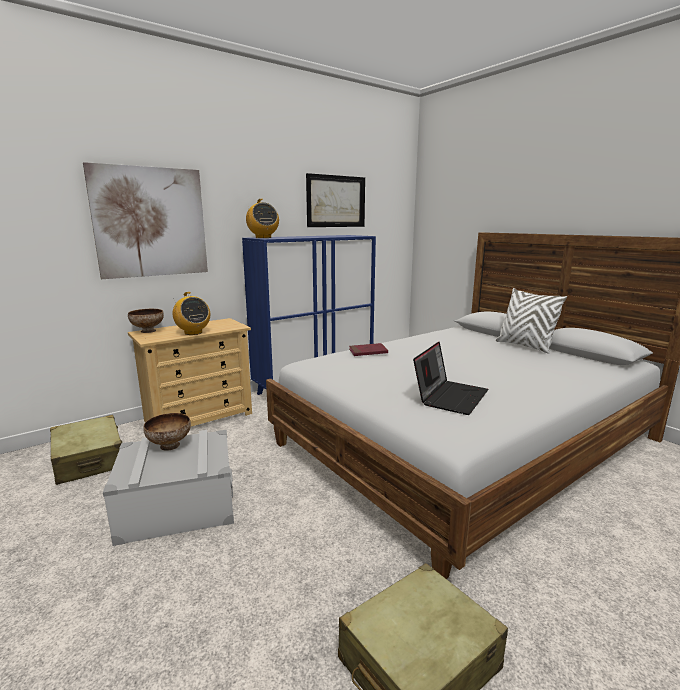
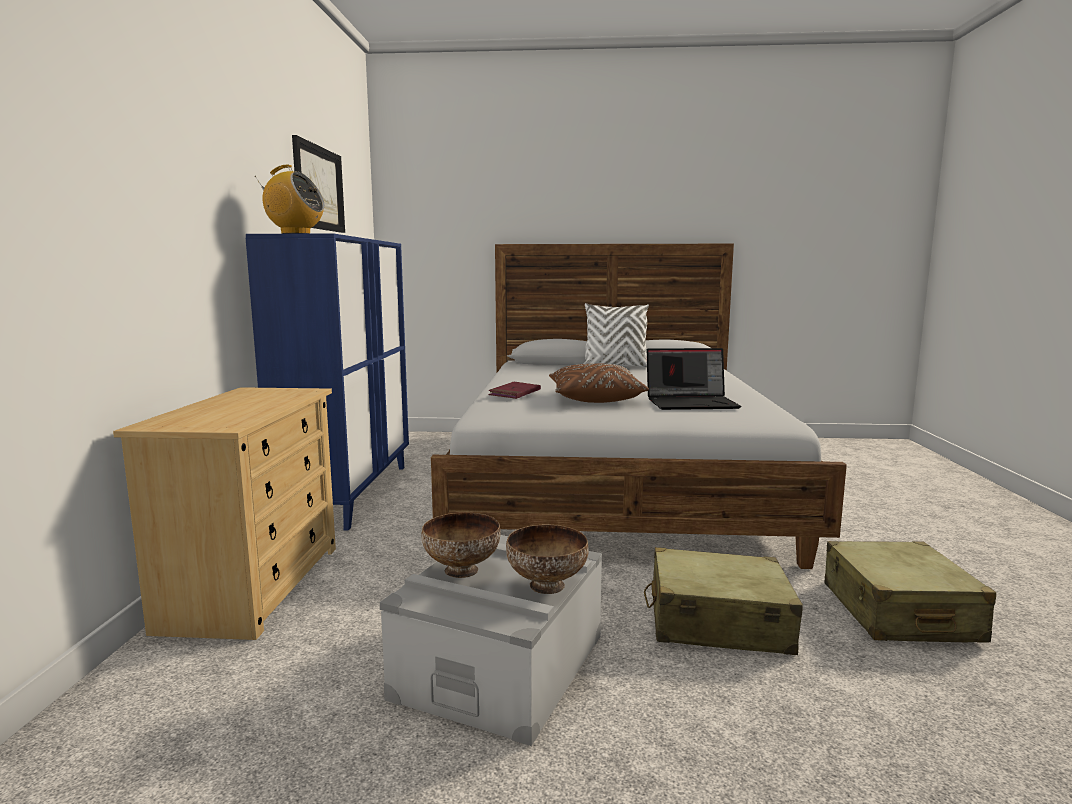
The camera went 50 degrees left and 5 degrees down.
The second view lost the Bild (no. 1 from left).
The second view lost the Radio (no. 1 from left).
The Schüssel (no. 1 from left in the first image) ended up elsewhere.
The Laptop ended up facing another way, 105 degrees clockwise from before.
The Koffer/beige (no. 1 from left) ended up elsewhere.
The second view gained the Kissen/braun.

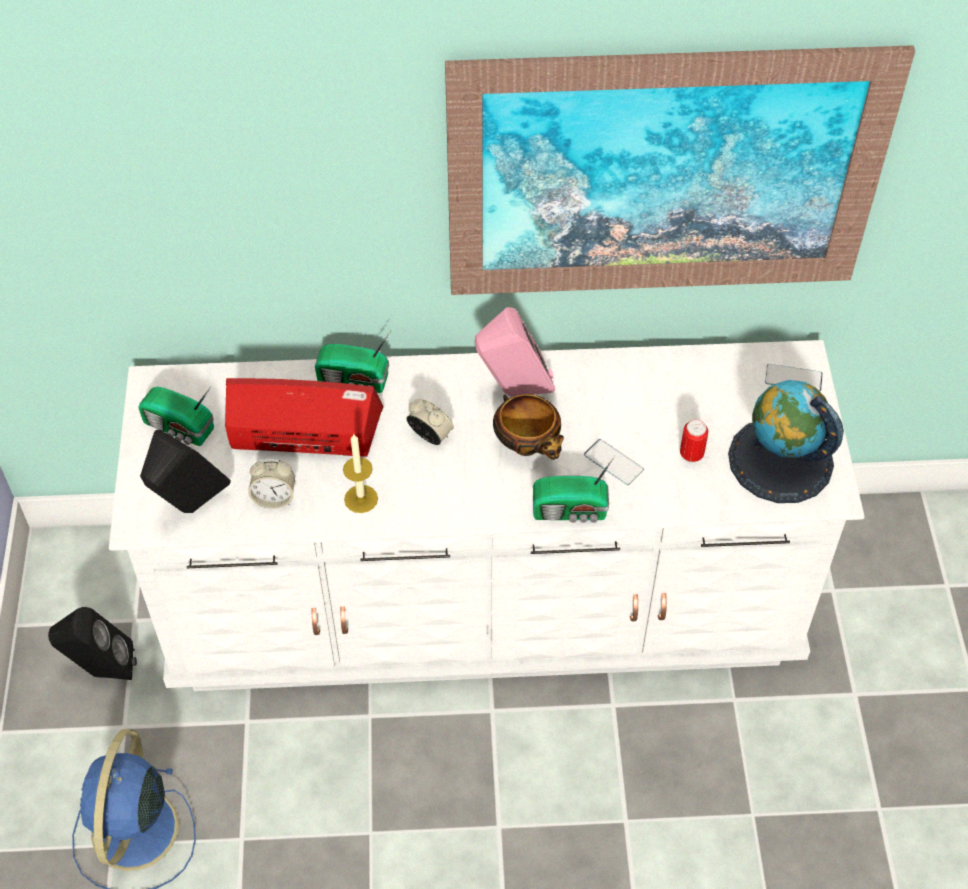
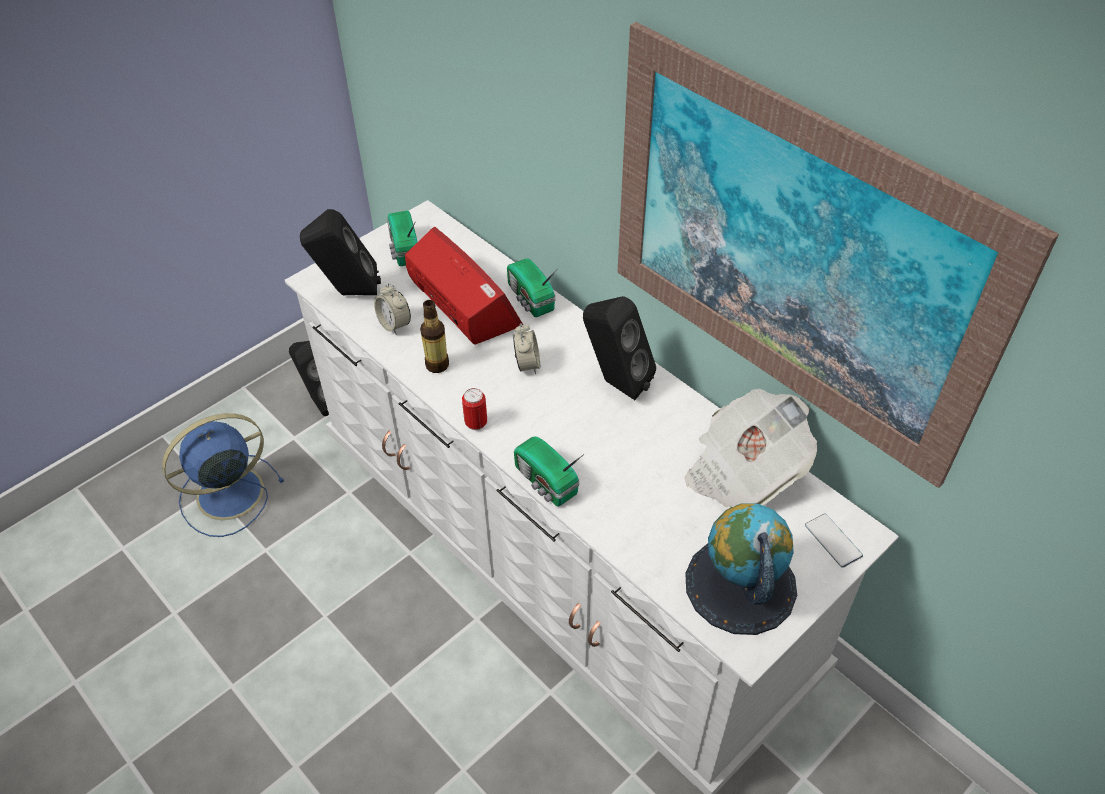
The camera went 50 degrees right and 5 degrees down.
What was the Lautsprecher/rosa turned into the Lautsprecher/schwarz (no. 3 from left).
The second view lost the Schüssel.
The Dose ended up elsewhere.
Where the Kerze stood, the Flasche came to stand.
The second view lost the Handy (no. 1 from left).
The second view gained the Zeitung.

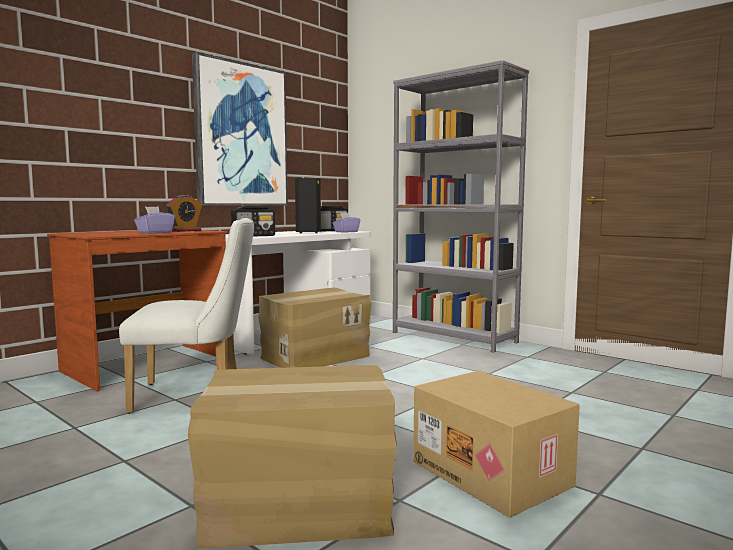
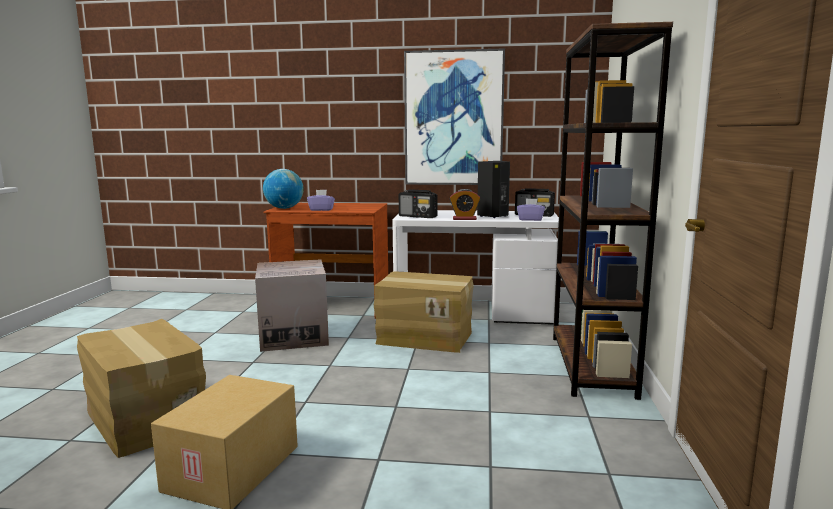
The camera went 55 degrees right and 5 degrees up.
What was the Bücherregal/grau turned into the Bücherregal/braun.
The Wecker ended up elsewhere.
Where the Stuhl/weiß stood, the Karton (no. 3 from left) came to stand.
The second view gained the Globus.

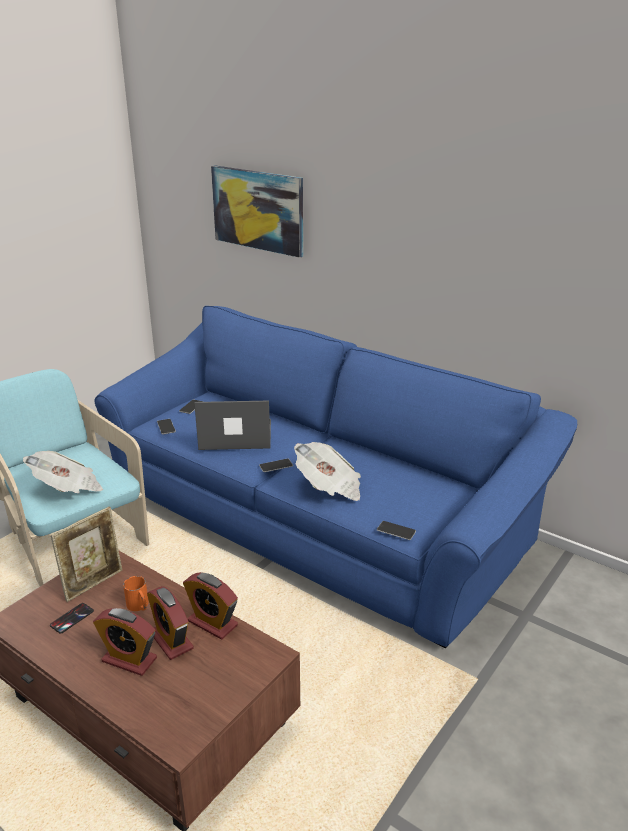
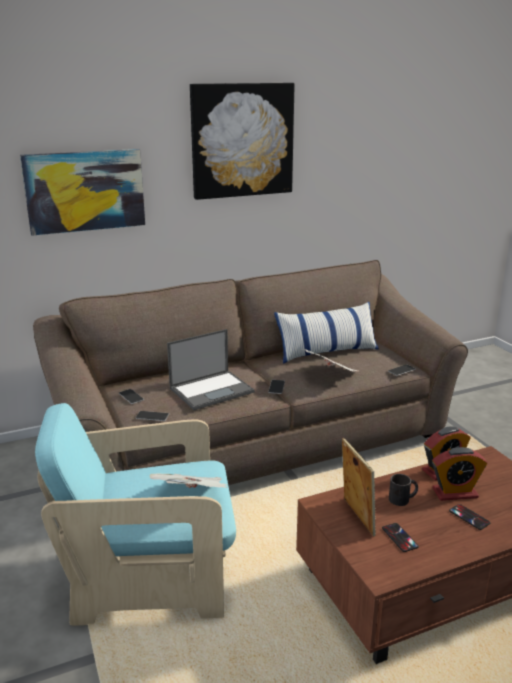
The camera went 60 degrees left and 5 degrees down.
What was the Sofa/blau turned into the Sofa/braun.
The Laptop ended up facing another way, 150 degrees counterclockwise from before.
What was the Henkelbecher/orange turned into the Henkelbecher/schwarz.
Where the Wecker (no. 1 from left) stood, the Handy (no. 6 from left) came to stand.
The second view gained the Bild (no. 2 from left).
The second view gained the Kissen.

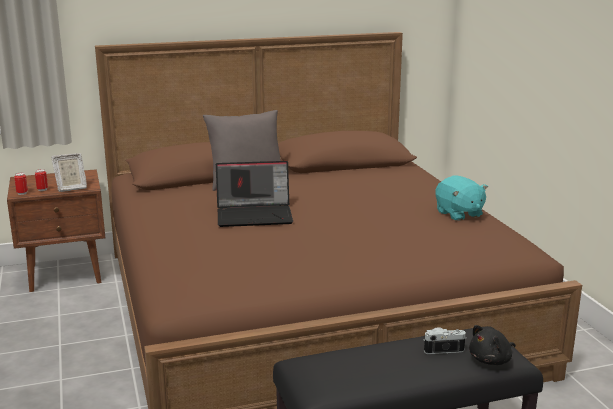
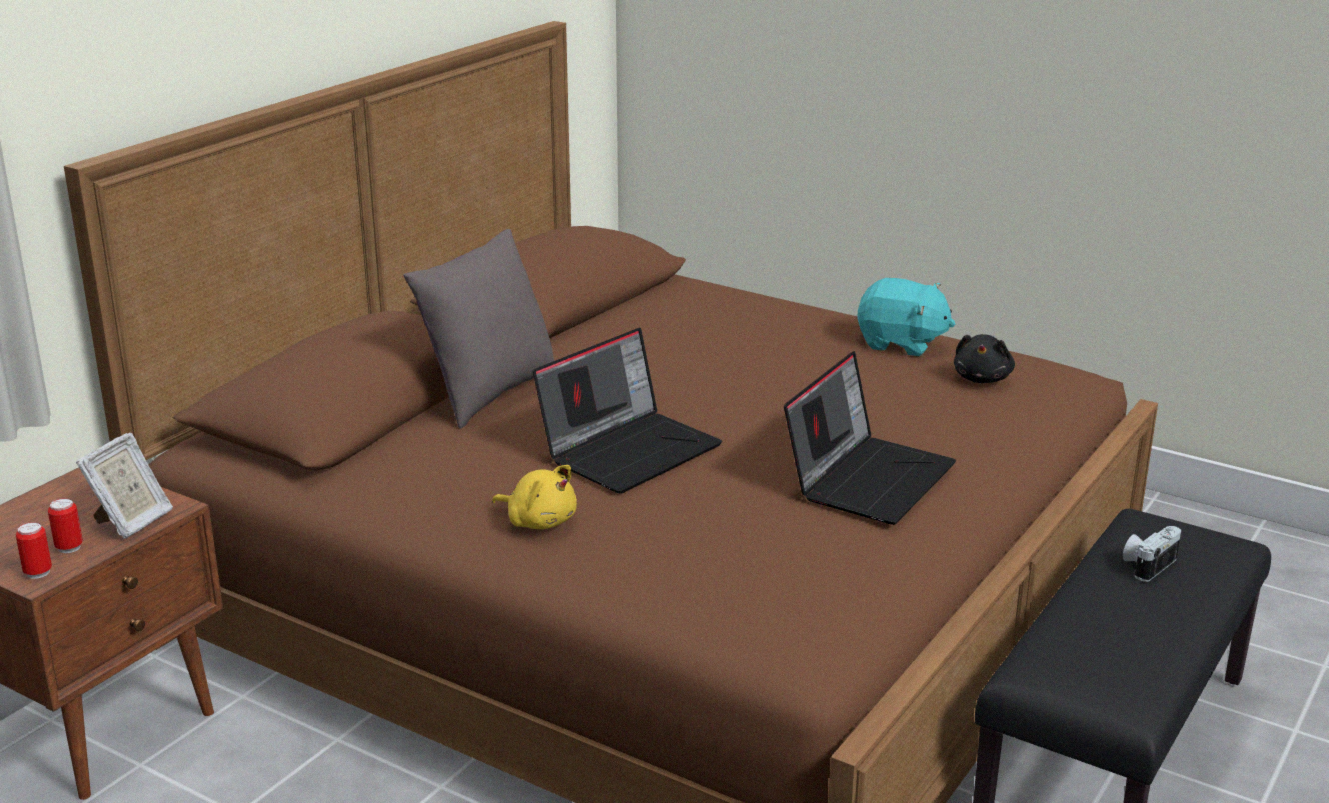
The camera went 40 degrees left and 5 degrees up.
The Plüschtier/schwarz ended up elsewhere.
The second view gained the Laptop (no. 2 from left).
The second view gained the Plüschtier/gelb.

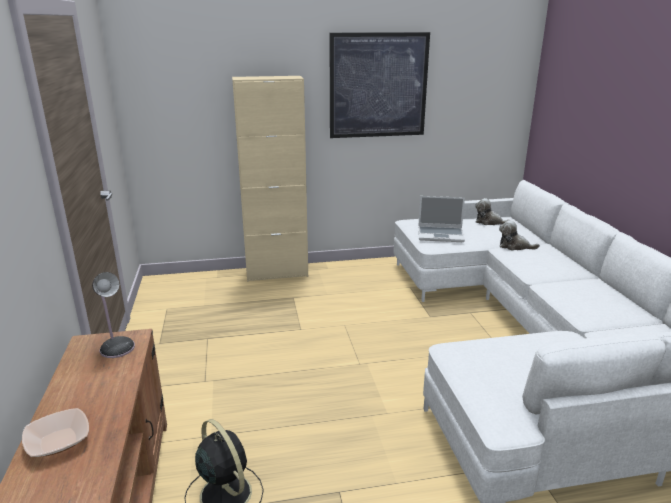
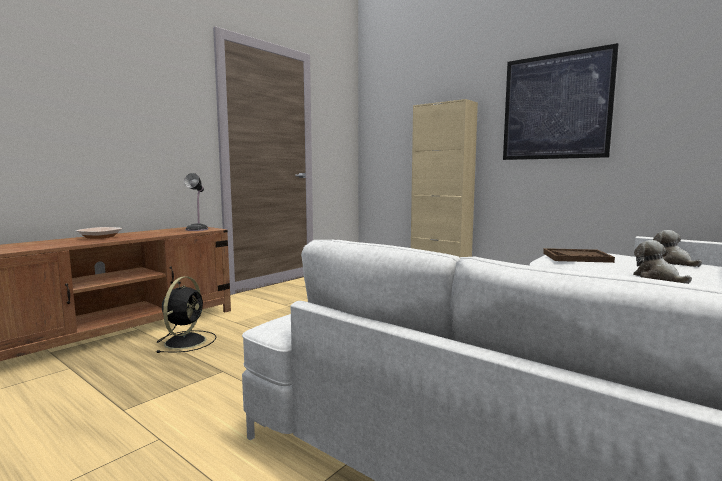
The camera went 50 degrees right and 15 degrees down.
Where the Laptop stood, the Tablett/braun came to stand.

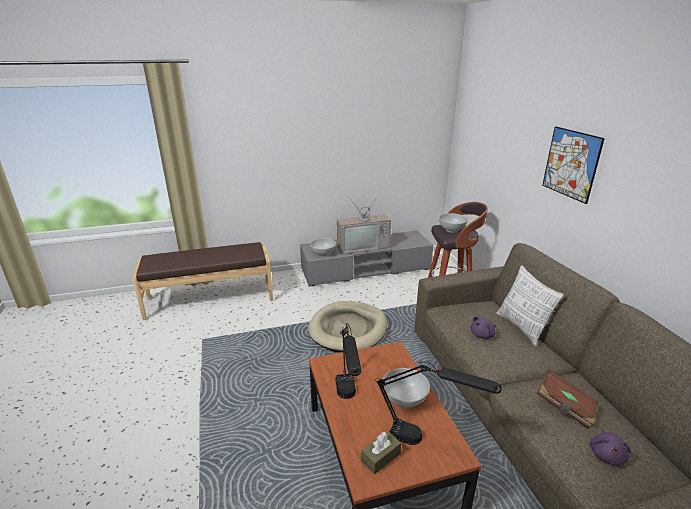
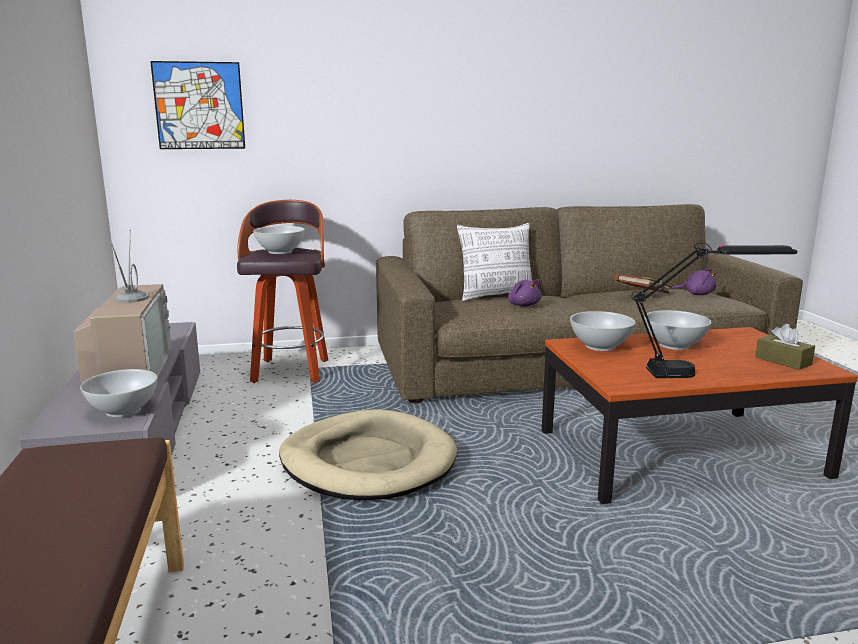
The camera went 85 degrees left and 10 degrees down.
The Bild ended up elsewhere.
The second view lost the Tischlampe/schwarz (no. 2 from left).
The second view gained the Schüssel/weiß (no. 3 from left).

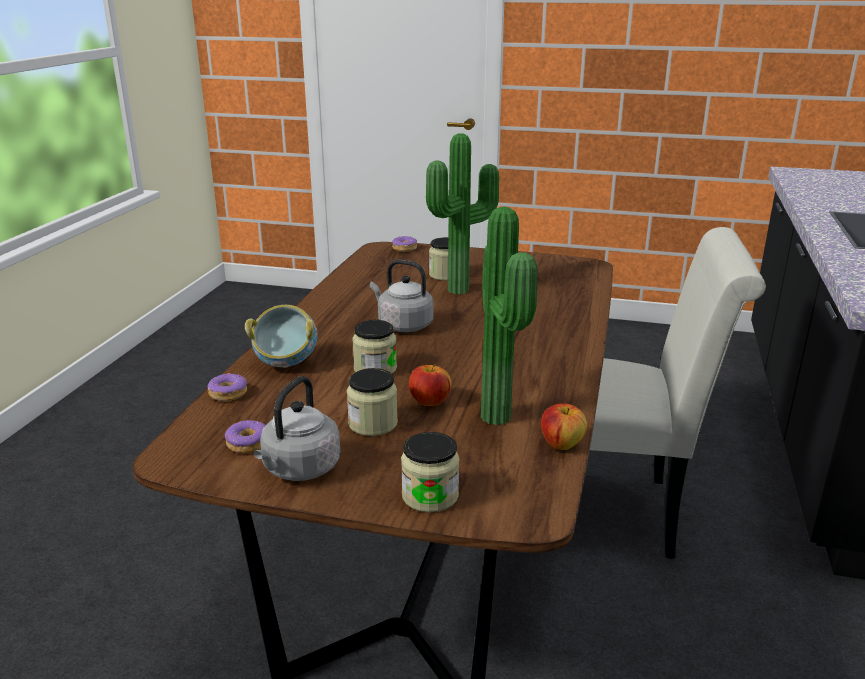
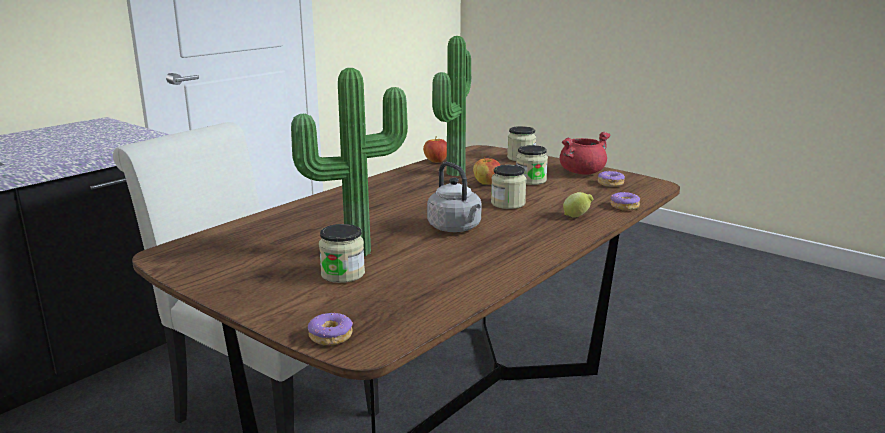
The camera went 155 degrees left and 5 degrees down.
Where the Schüssel stood, the Zitrone came to stand.
Where the Wasserkessel/grau (no. 1 from left) stood, the Kochtopf/rot came to stand.

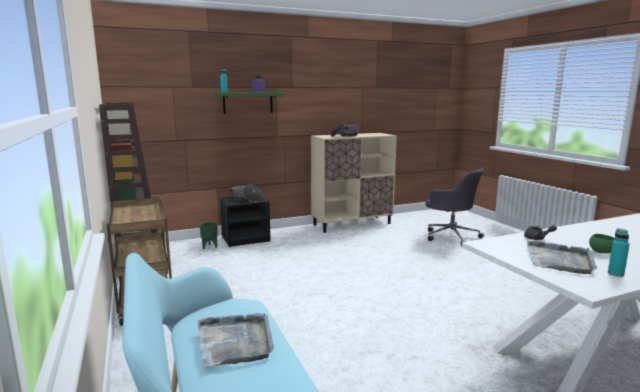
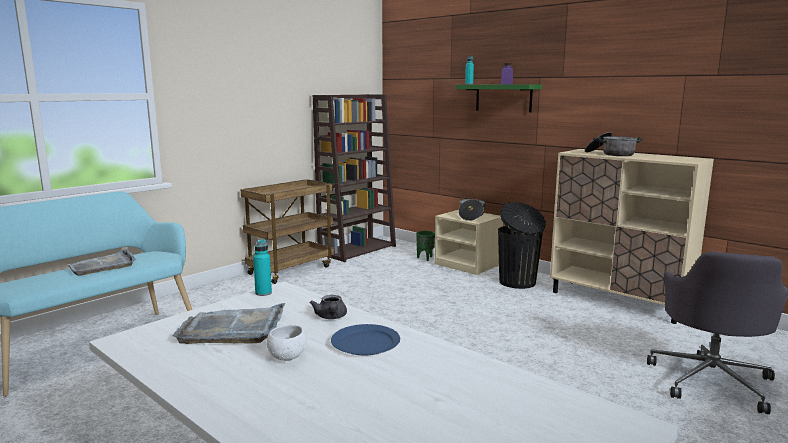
The camera went 65 degrees right and 0 degrees up.
What was the Nachttisch/schwarz turned into the Nachttisch/beige.
The Flasche/türkis (no. 2 from left in the first image) ended up elsewhere.
What was the Schüssel/grün turned into the Schüssel/weiß.
The second view gained the Mülleimer/schwarz.
The second view gained the Teller/blau.

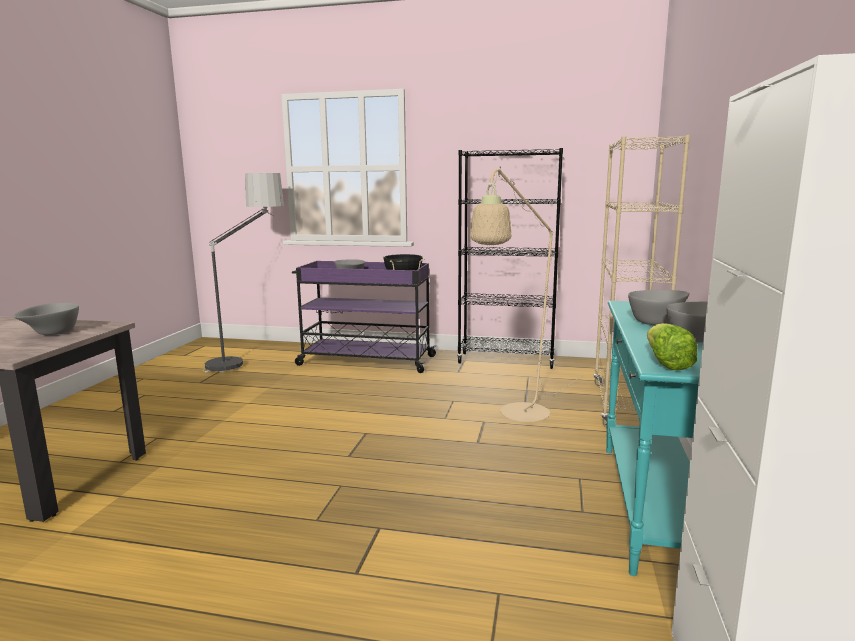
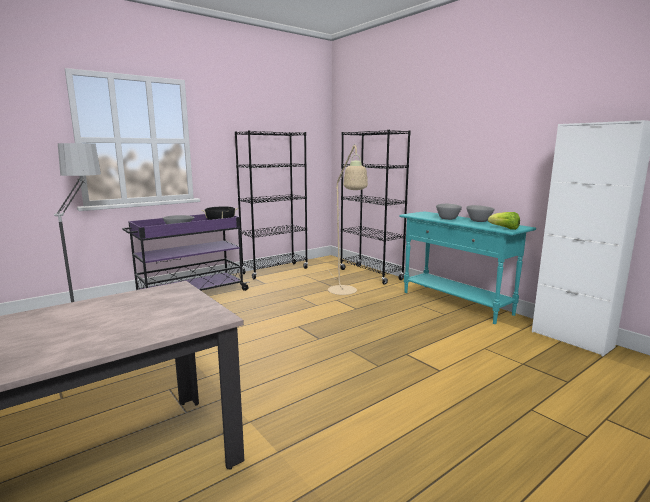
The camera went 50 degrees left and 0 degrees up.
What was the Bücherregal/beige turned into the Bücherregal/schwarz (no. 2 from left).
The second view lost the Schüssel/grau (no. 1 from left).

